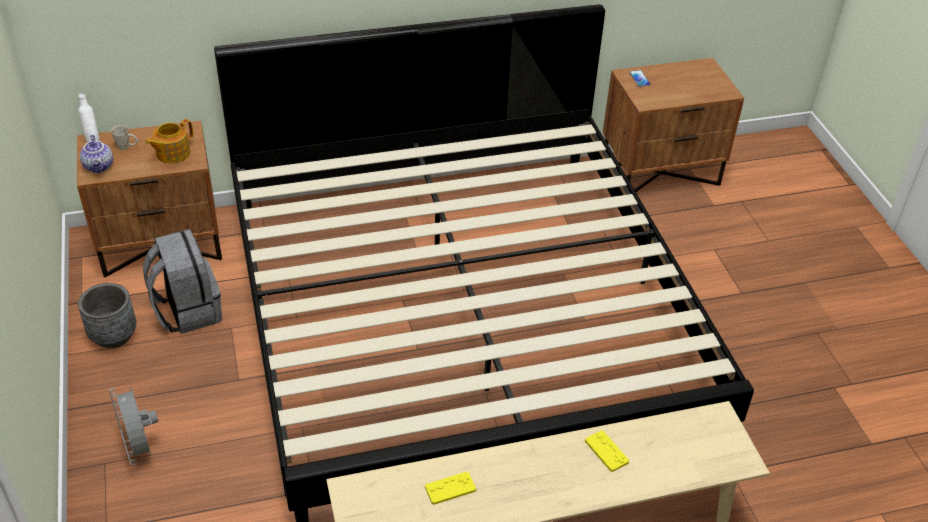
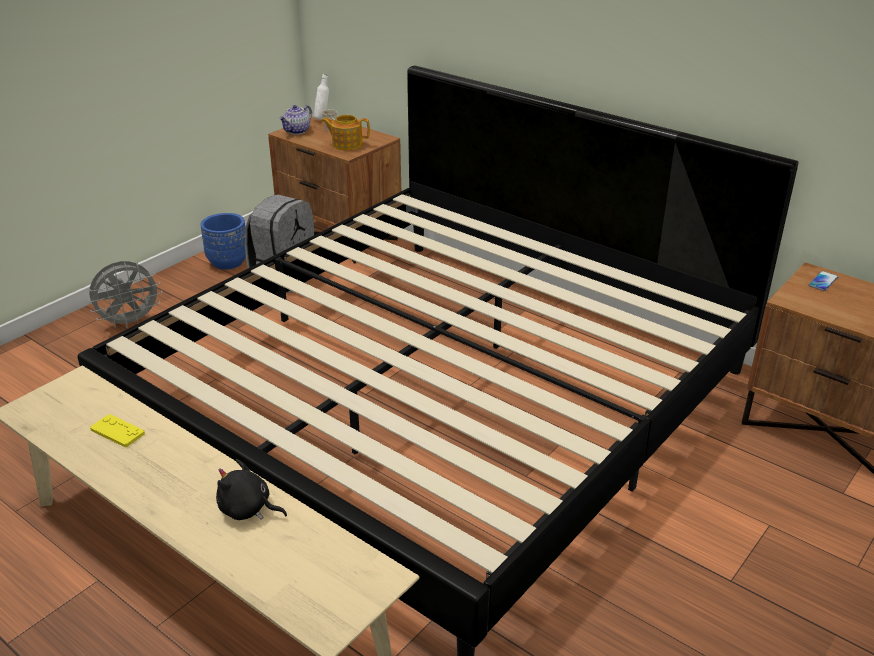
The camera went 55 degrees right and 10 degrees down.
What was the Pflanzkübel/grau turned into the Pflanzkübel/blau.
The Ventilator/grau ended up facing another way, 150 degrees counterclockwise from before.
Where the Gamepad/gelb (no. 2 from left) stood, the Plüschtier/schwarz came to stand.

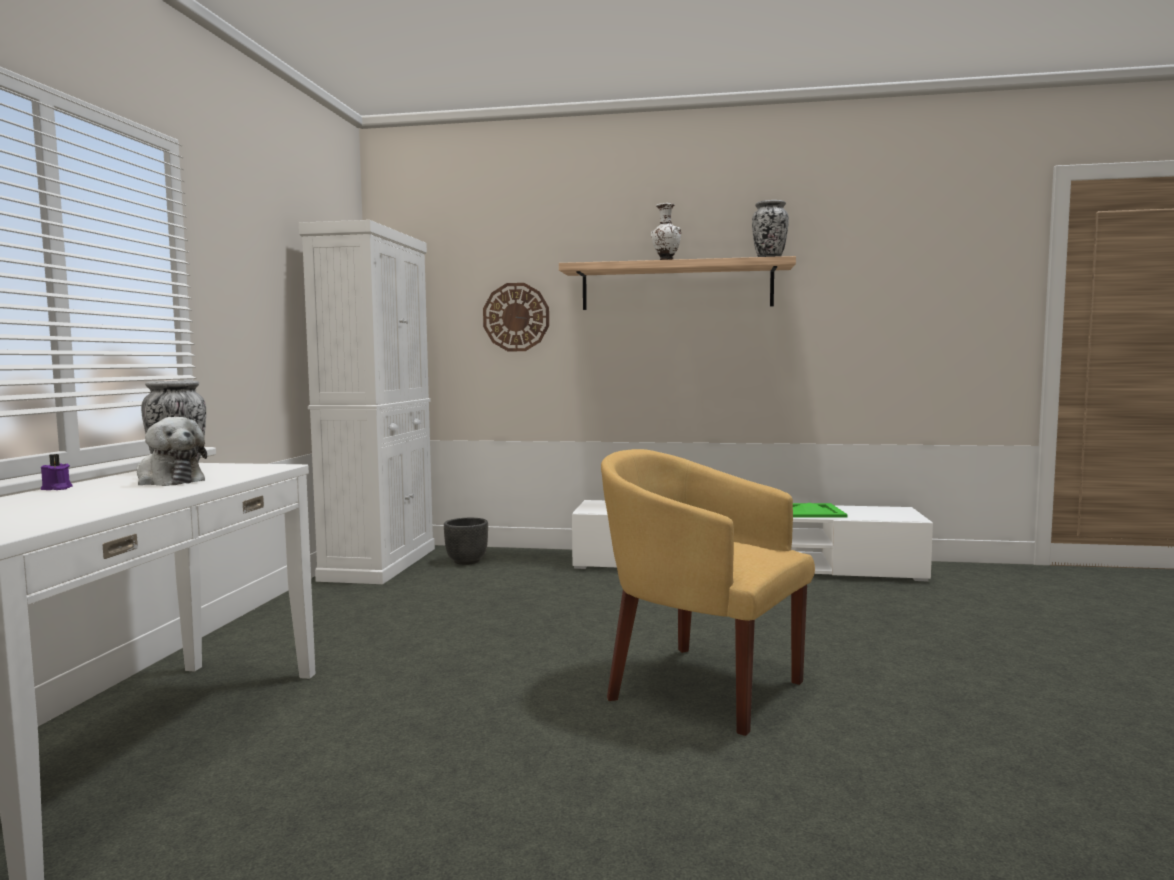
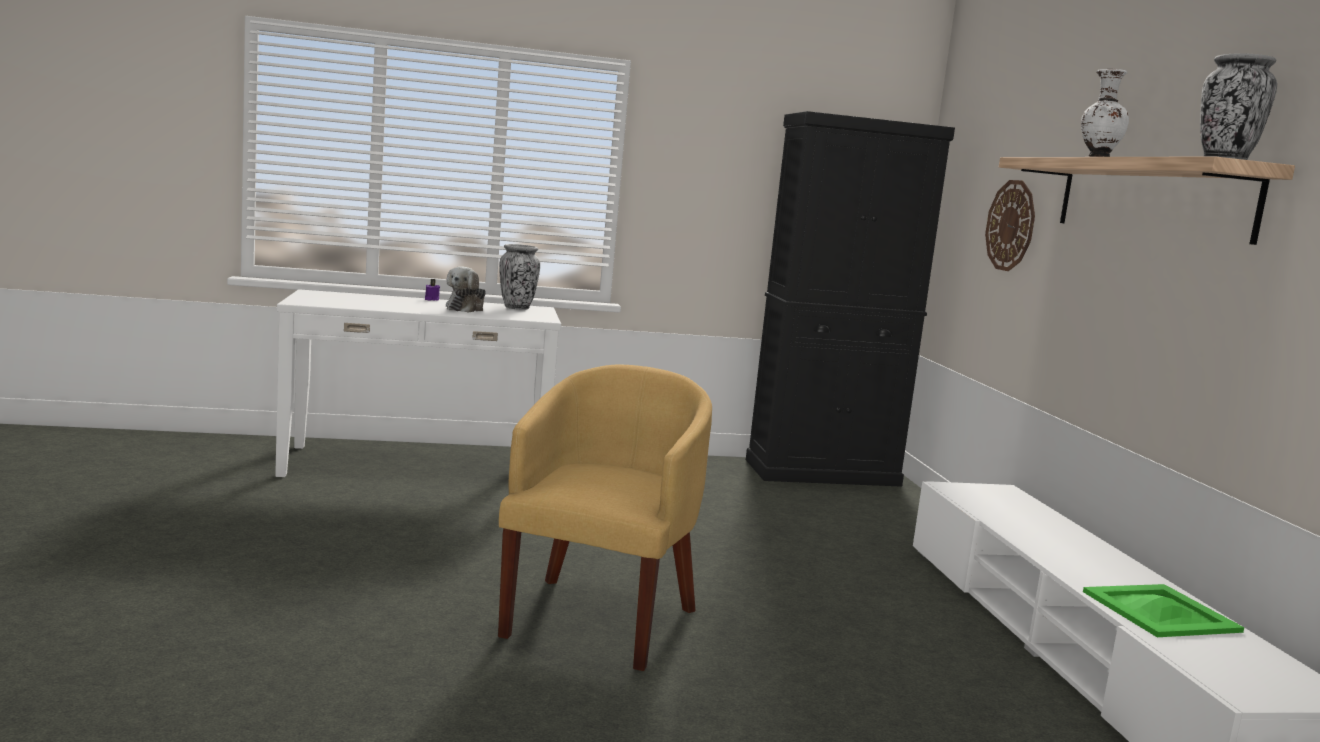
The camera went 70 degrees right and 5 degrees up.
What was the Schrank/weiß turned into the Schrank/schwarz.
The second view lost the Pflanzkübel/schwarz.

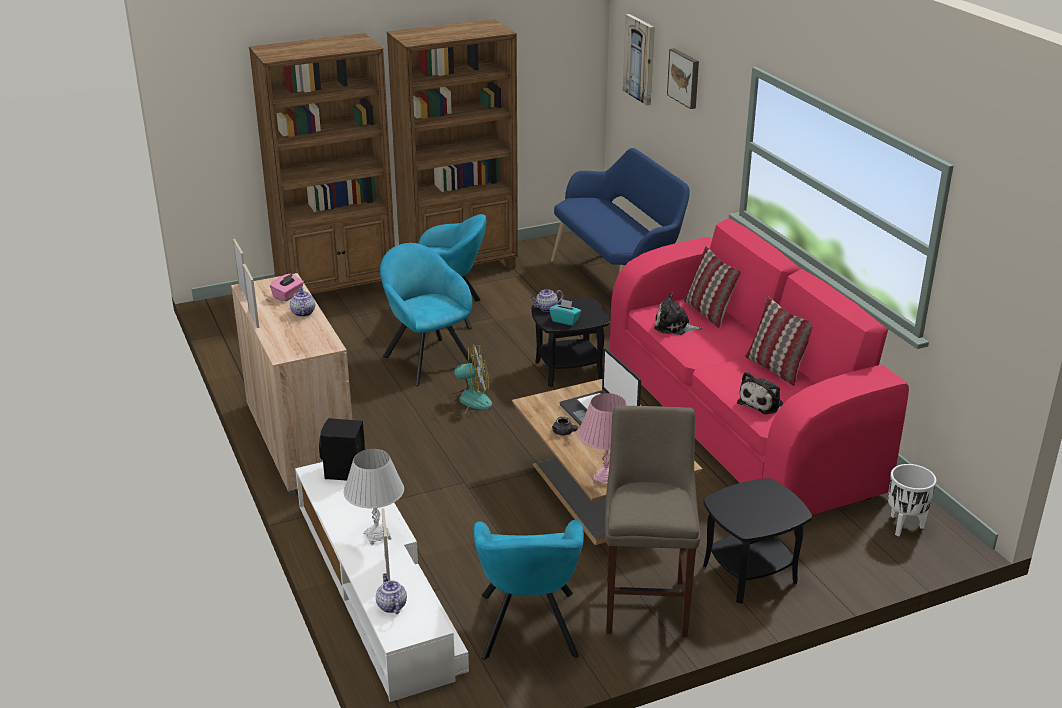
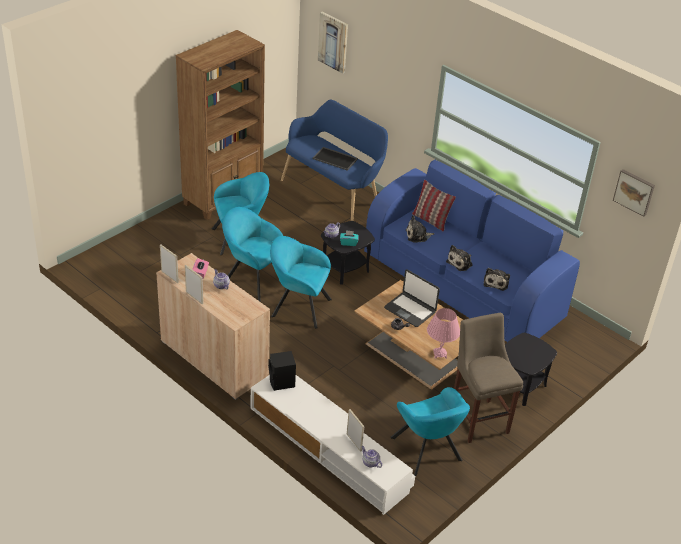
The camera went 25 degrees left and 10 degrees up.
The second view lost the Bücherregal/braun (no. 1 from left).
The Bild (no. 2 from left) ended up elsewhere.
What was the Sofa/rosa turned into the Sofa/blau.
The second view lost the Kissen (no. 2 from left).
Where the Ventilator stood, the Sessel/türkis (no. 3 from left) came to stand.
The second view lost the Tischlampe/weiß.
The second view lost the Pflanzkübel/weiß.
The second view gained the Tablett.
The second view gained the Plüschtier (no. 2 from left).

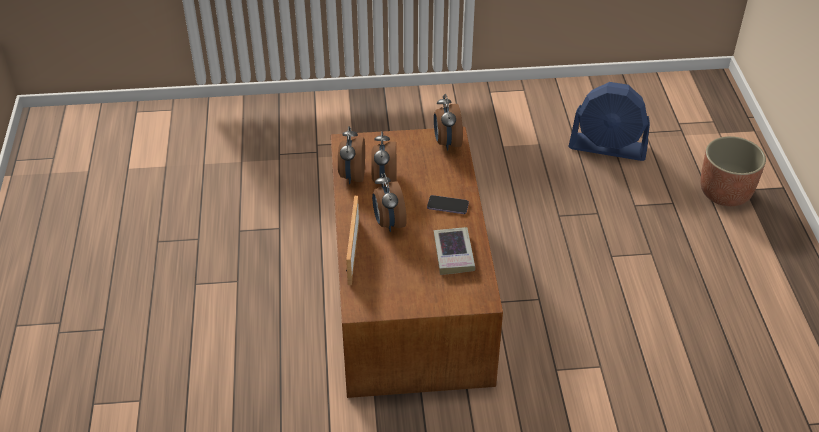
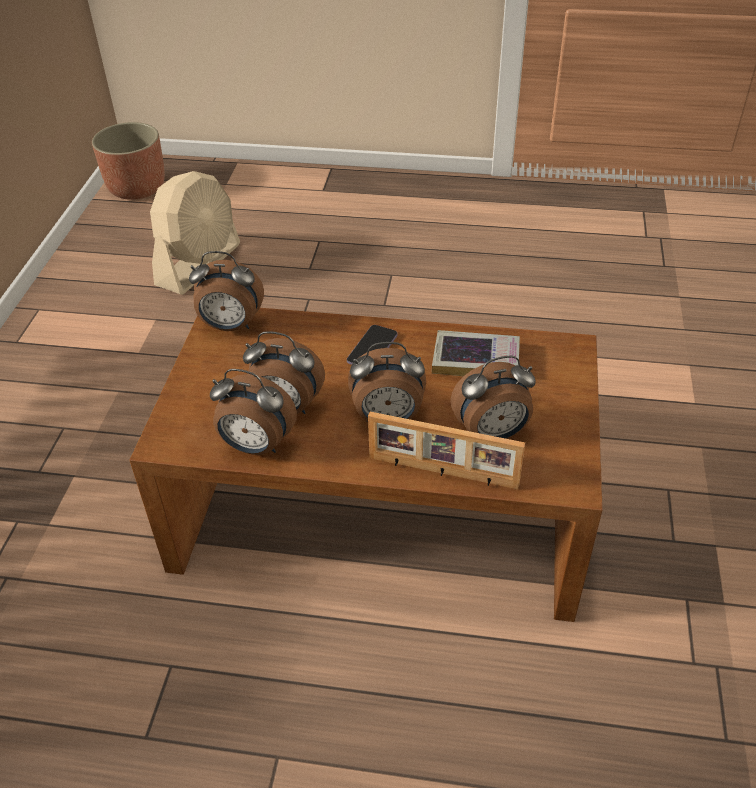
The camera went 75 degrees left and 0 degrees up.
What was the Ventilator/blau turned into the Ventilator/beige.
The Pflanzkübel ended up elsewhere.
The second view gained the Wecker (no. 5 from left).

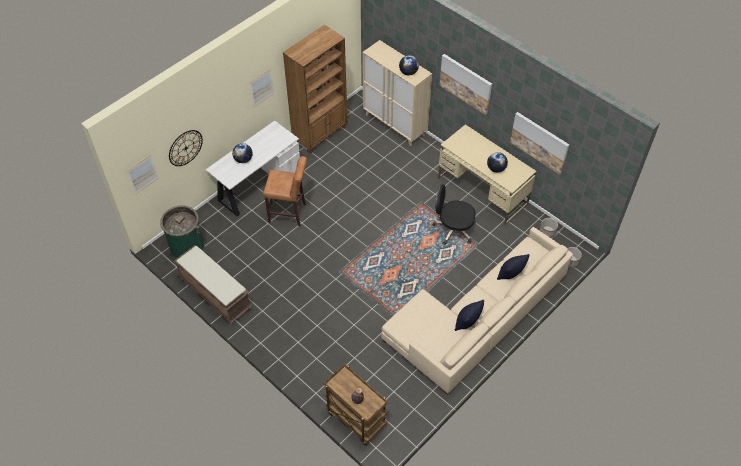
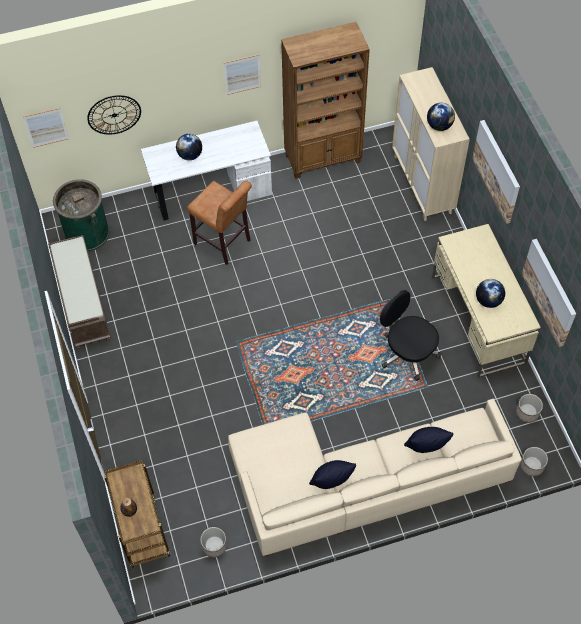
The camera went 30 degrees right and 5 degrees up.
The second view gained the Pflanzkübel (no. 1 from left).

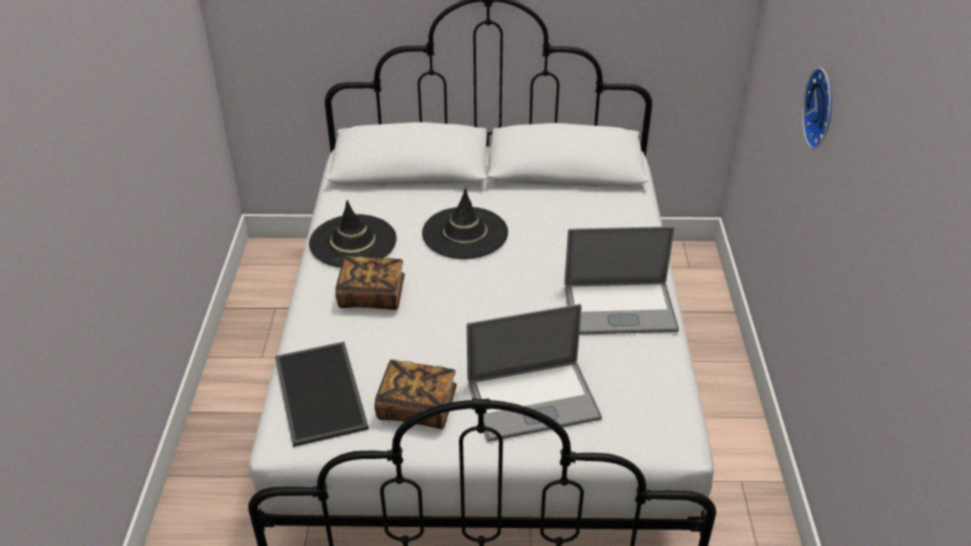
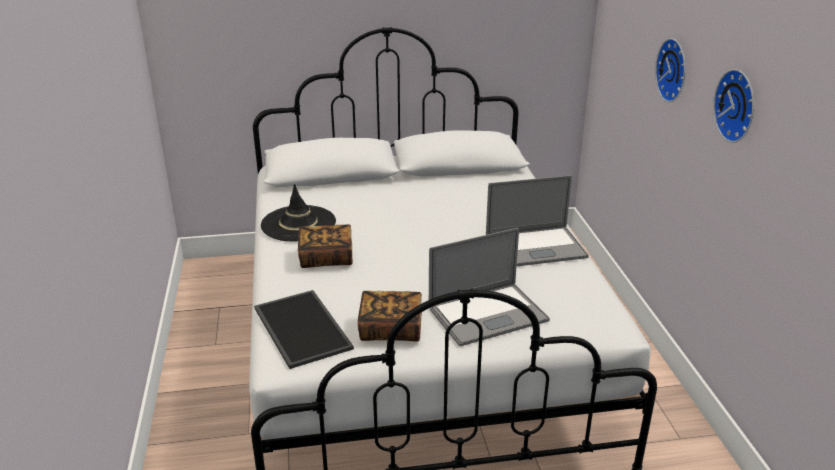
The camera went 10 degrees left and 10 degrees down.
The second view lost the Hut/schwarz (no. 2 from left).
The second view gained the Wanduhr (no. 2 from left).

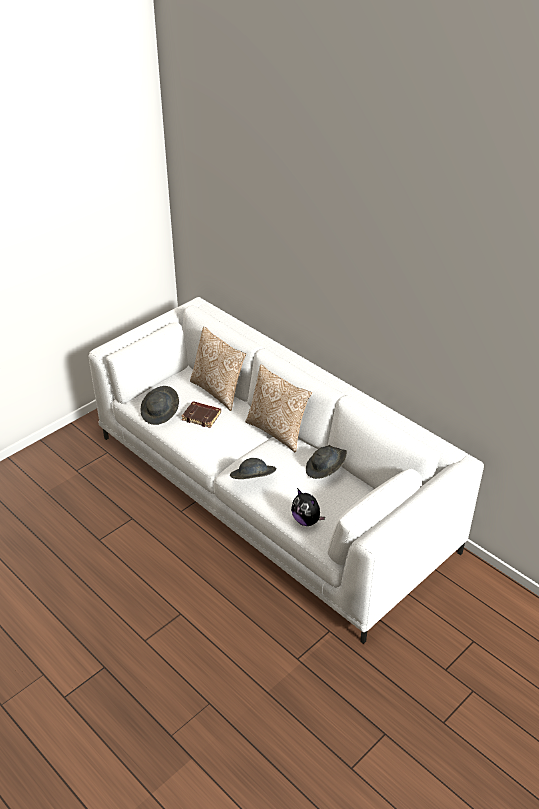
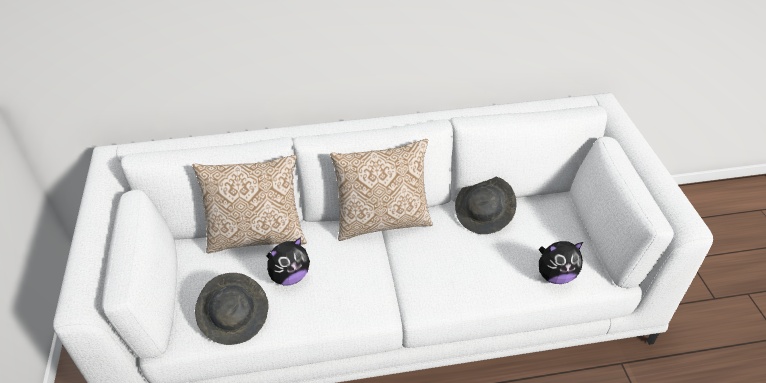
The camera went 55 degrees left and 5 degrees up.
Where the Buch/braun stood, the Plüschtier (no. 1 from left) came to stand.
The second view lost the Hut/grau (no. 2 from left).

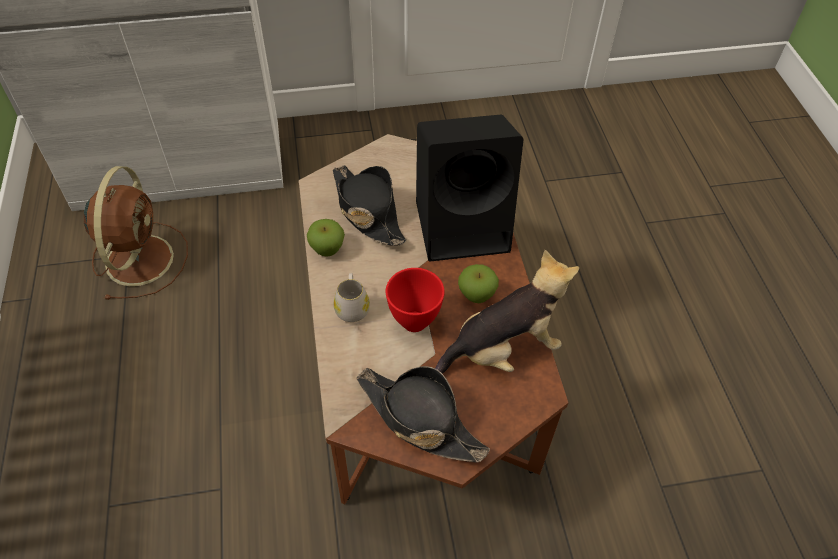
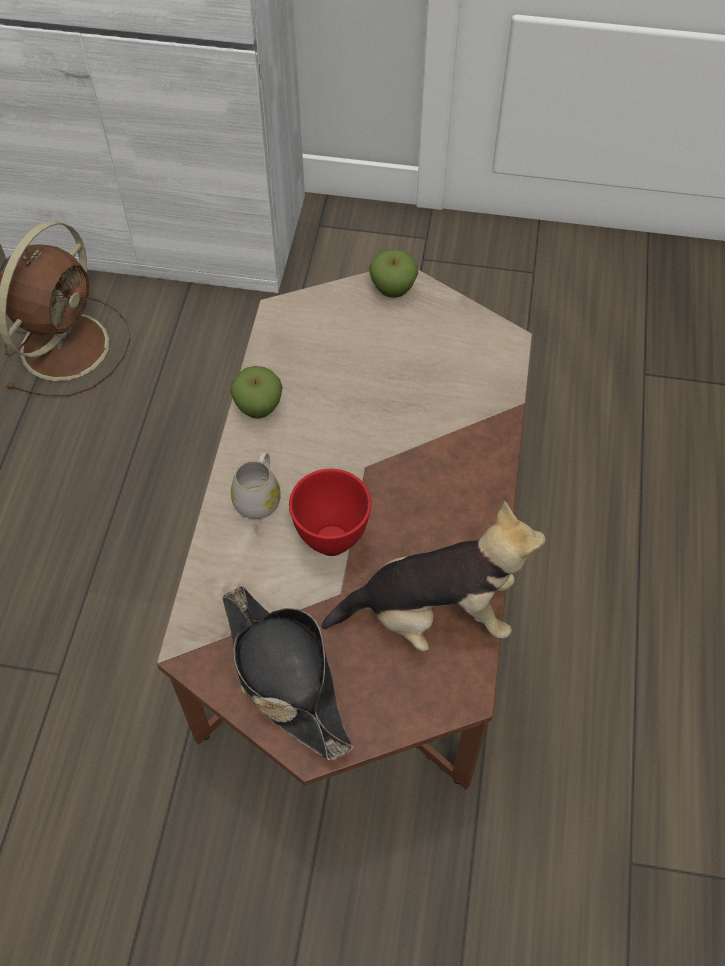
The camera went 20 degrees right and 5 degrees up.
The second view lost the Lautsprecher/schwarz.
The second view lost the Hut/schwarz (no. 1 from left).
The Apfel (no. 2 from left) ended up elsewhere.

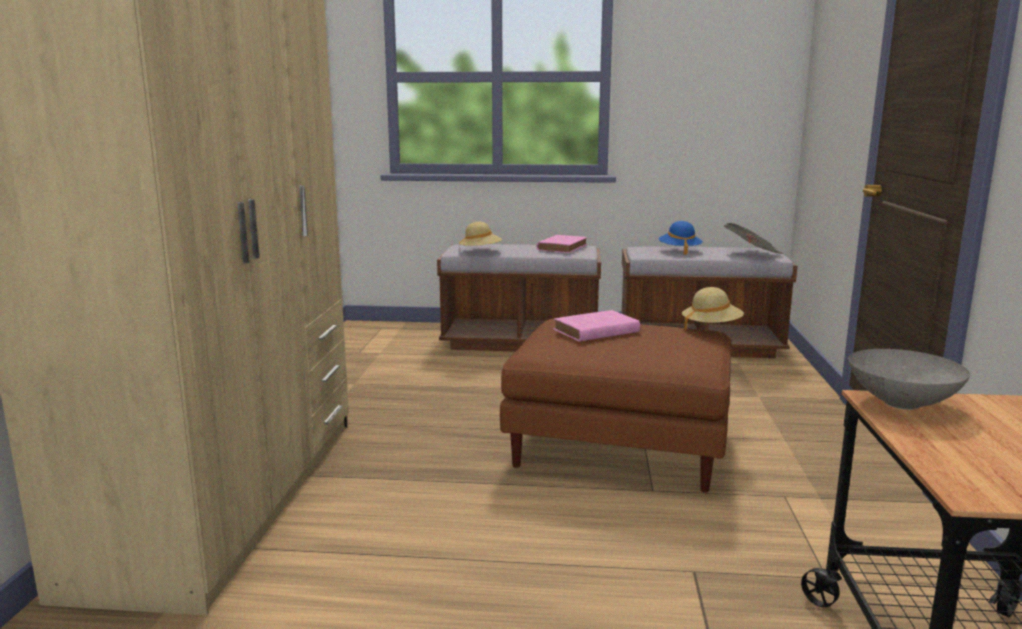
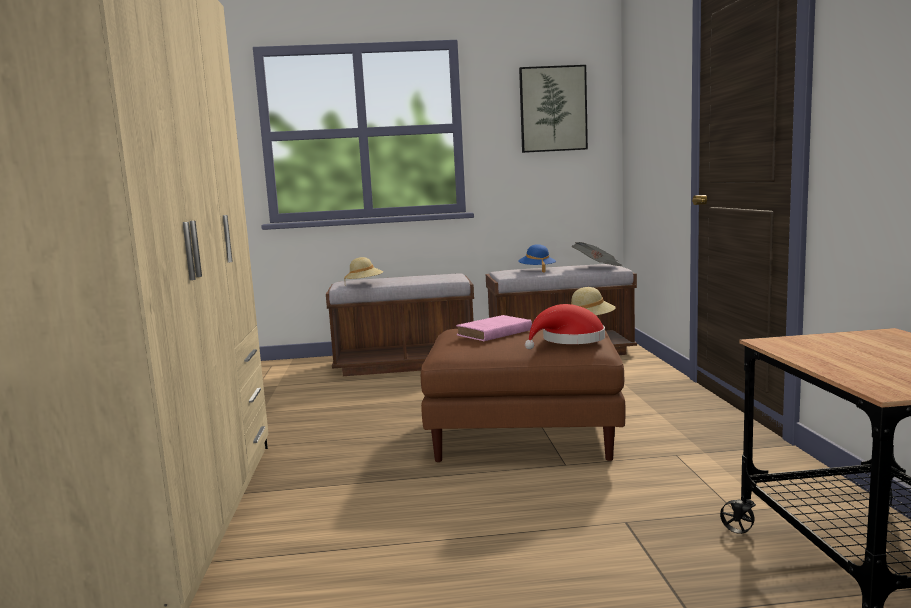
The camera went 10 degrees left and 5 degrees down.
The second view lost the Buch/rosa (no. 1 from left).
The second view lost the Schüssel/grau.
The second view gained the Bild.
The second view gained the Hut/rot.

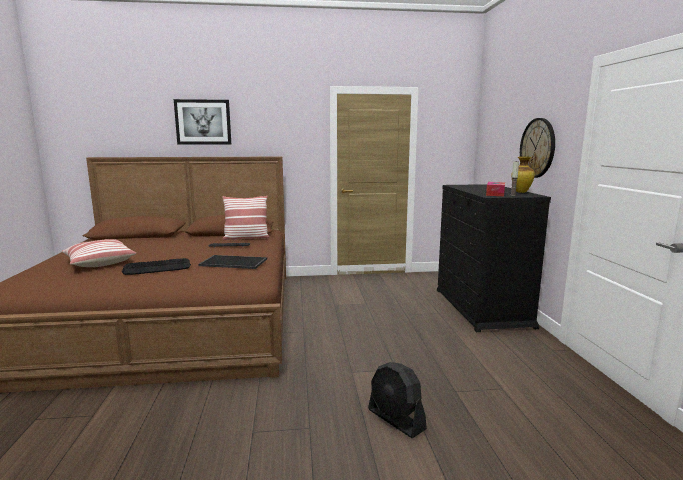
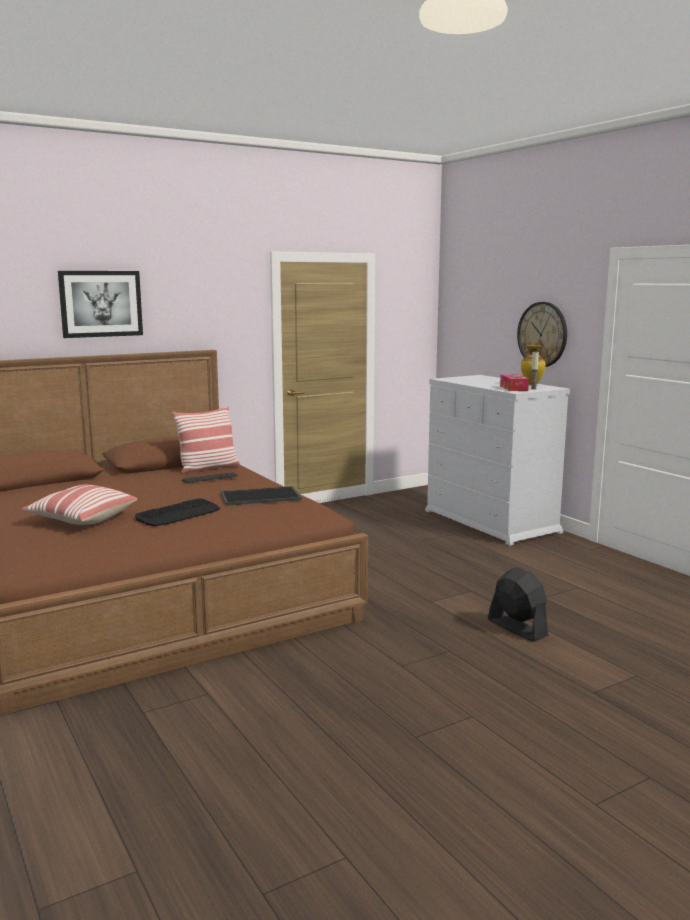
The camera went 25 degrees left and 0 degrees up.
What was the Kommode/schwarz turned into the Kommode/weiß.
The Ventilator/schwarz ended up facing another way, 150 degrees counterclockwise from before.

